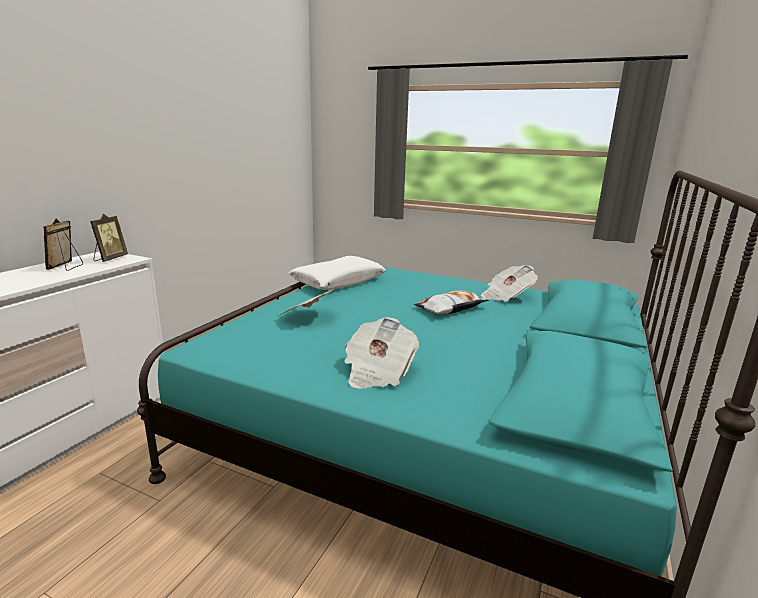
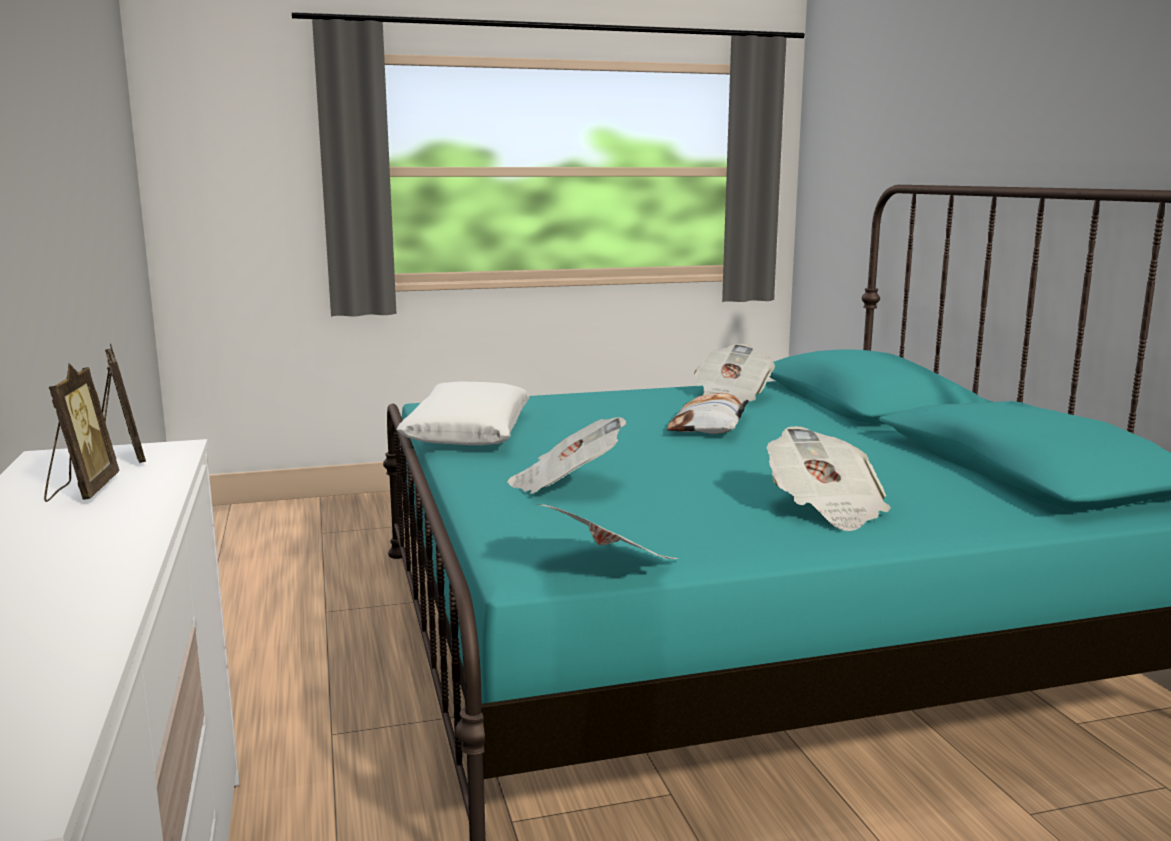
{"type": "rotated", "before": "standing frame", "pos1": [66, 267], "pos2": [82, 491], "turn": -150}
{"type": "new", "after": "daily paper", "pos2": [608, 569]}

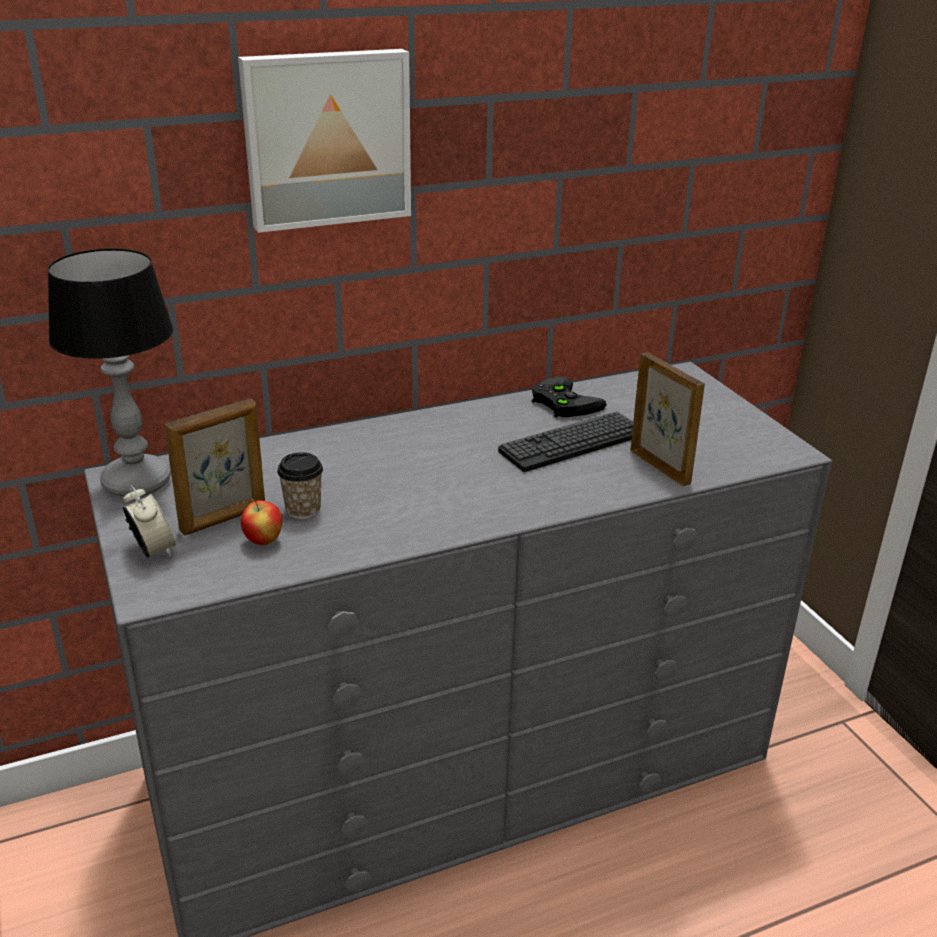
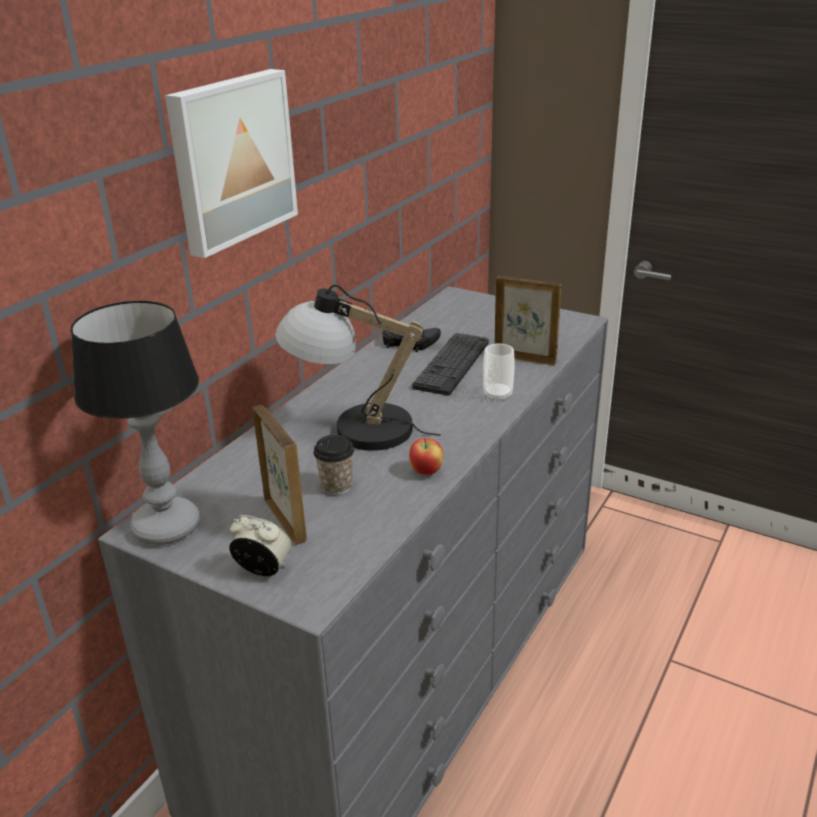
{"type": "rotated", "before": "standing frame", "pos1": [224, 519], "pos2": [285, 520], "turn": -45}
{"type": "shifted", "before": "apple fruit", "pos1": [263, 541], "pos2": [426, 472]}
{"type": "new", "after": "table lamp", "pos2": [353, 428]}
{"type": "new", "after": "small cup", "pos2": [497, 395]}

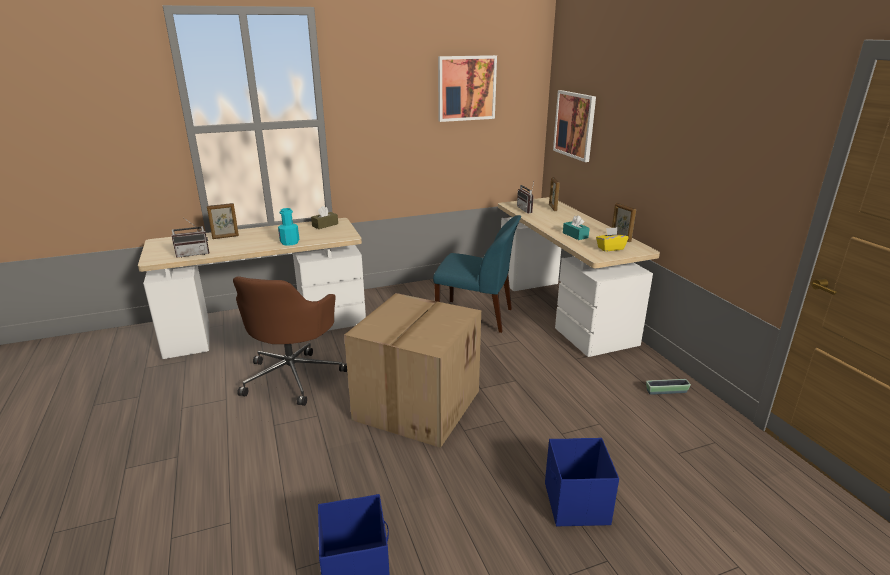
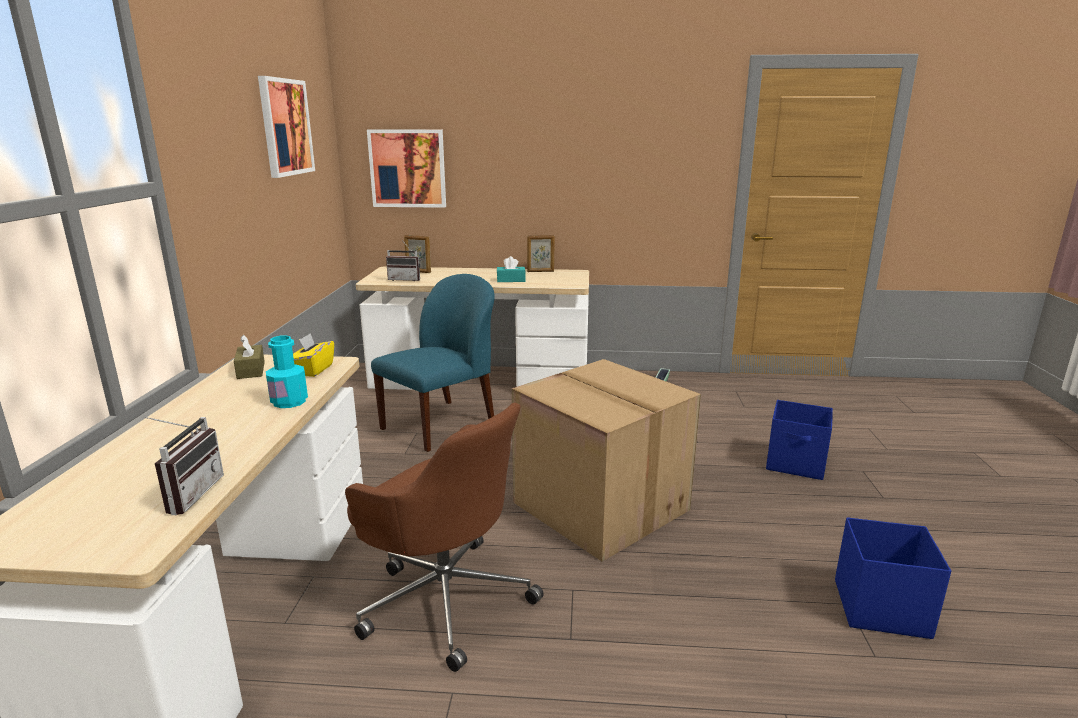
{"type": "gone", "before": "standing frame", "pos1": [225, 237]}
{"type": "shifted", "before": "yellow-coloured box of tissues", "pos1": [610, 248], "pos2": [313, 370]}

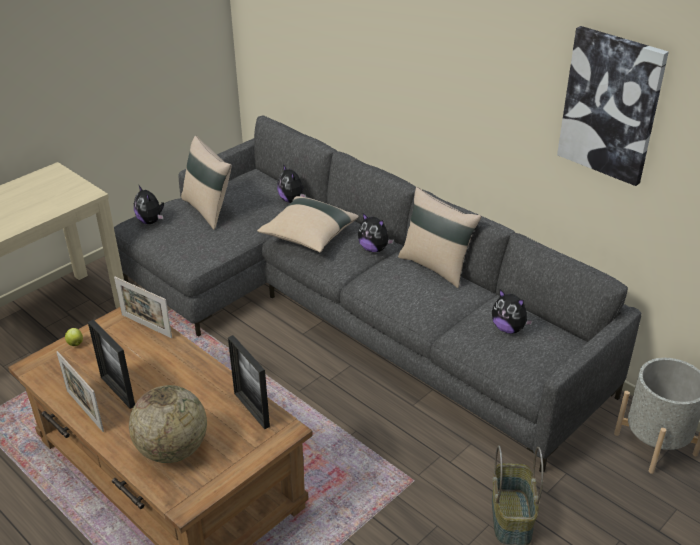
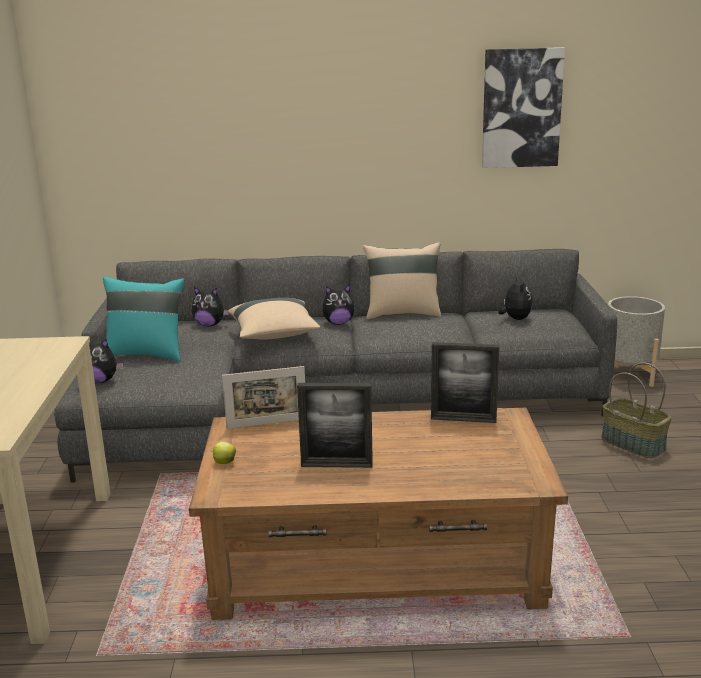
{"type": "gone", "before": "standing frame", "pos1": [85, 411]}
{"type": "gone", "before": "globe", "pos1": [173, 450]}
{"type": "repainted", "before": "beige-coloured pillow", "after": "turquoise pillow", "pos1": [209, 210], "pos2": [146, 354]}
{"type": "rotated", "before": "plush toy", "pos1": [508, 328], "pos2": [515, 319], "turn": -90}

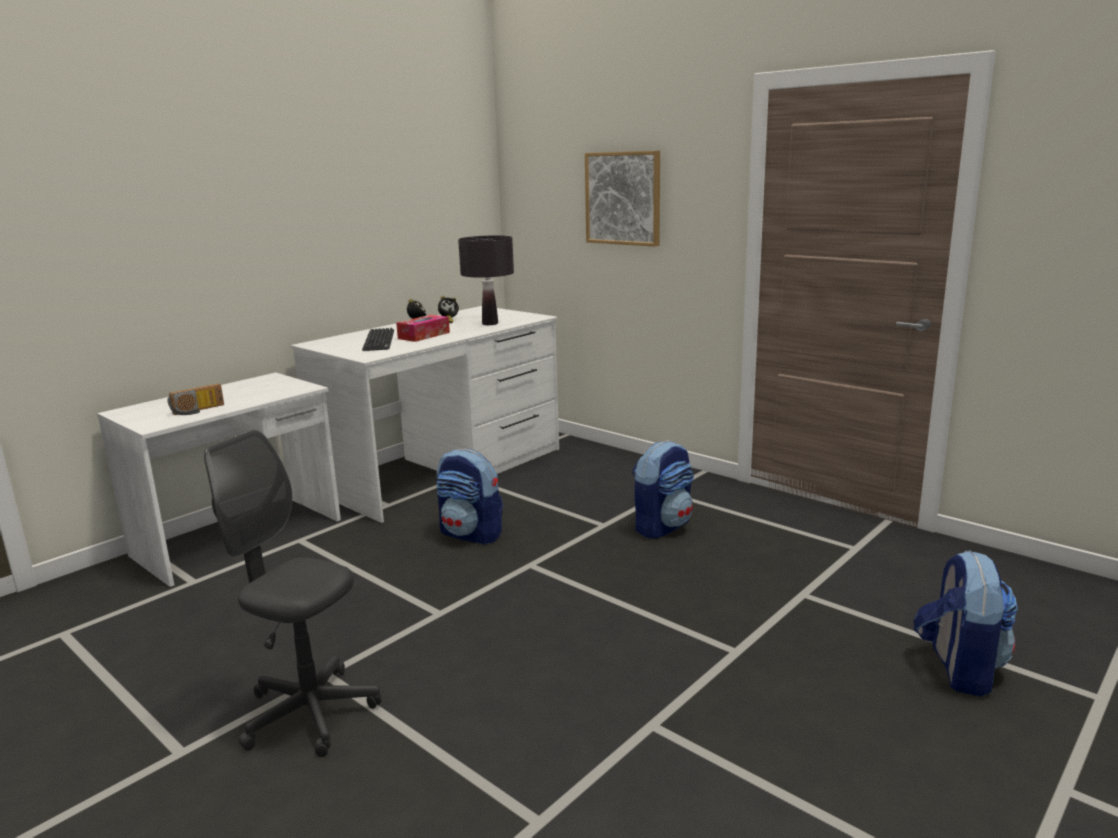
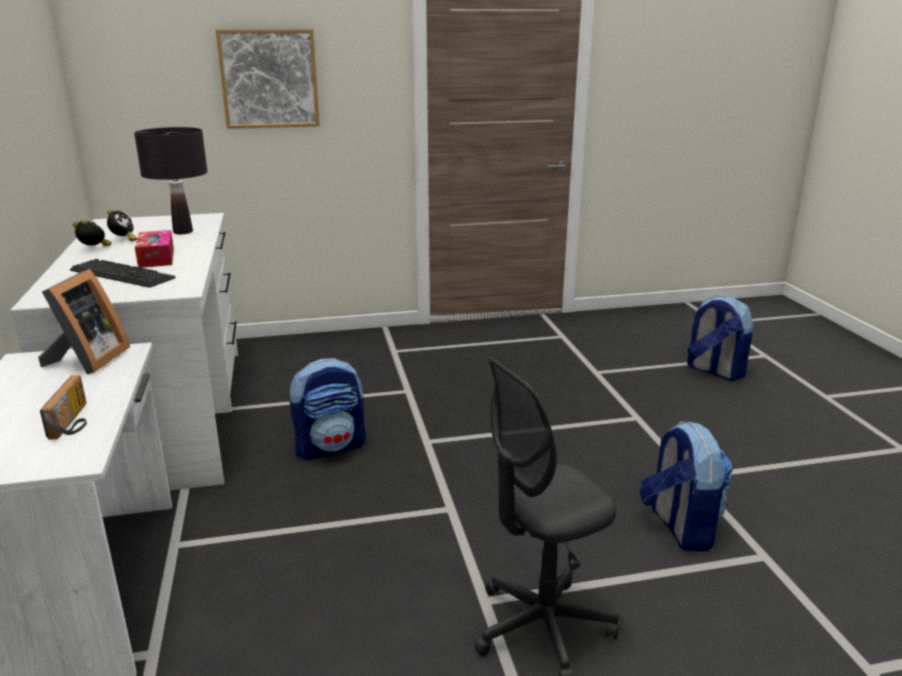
{"type": "shifted", "before": "rucksack", "pos1": [662, 526], "pos2": [679, 527]}
{"type": "new", "after": "standing frame", "pos2": [87, 361]}

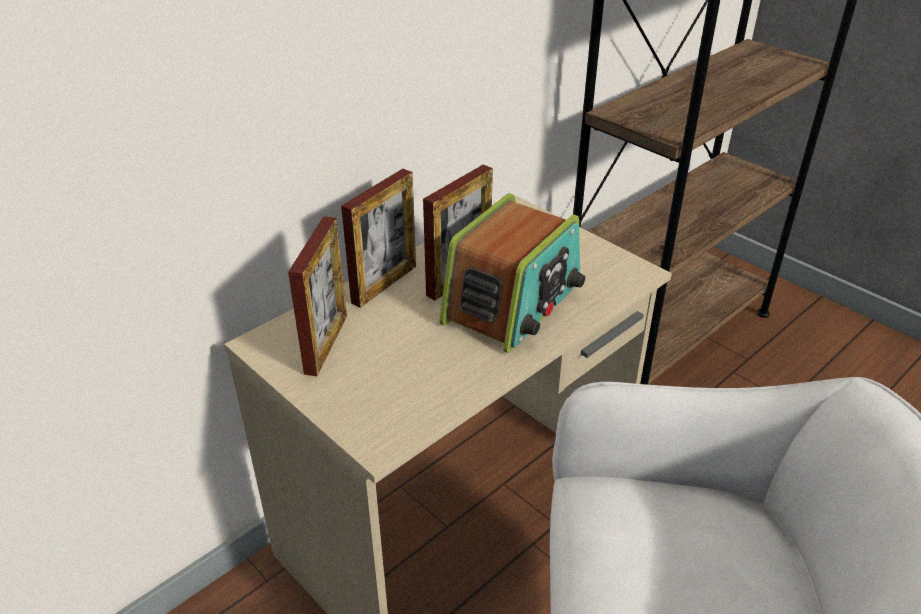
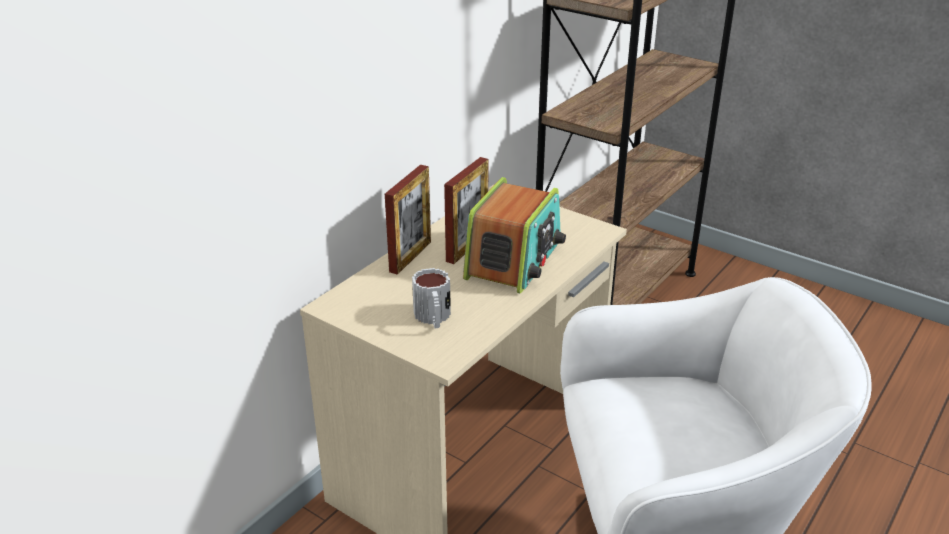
{"type": "gone", "before": "standing frame", "pos1": [326, 344]}
{"type": "new", "after": "coffee mug", "pos2": [433, 318]}

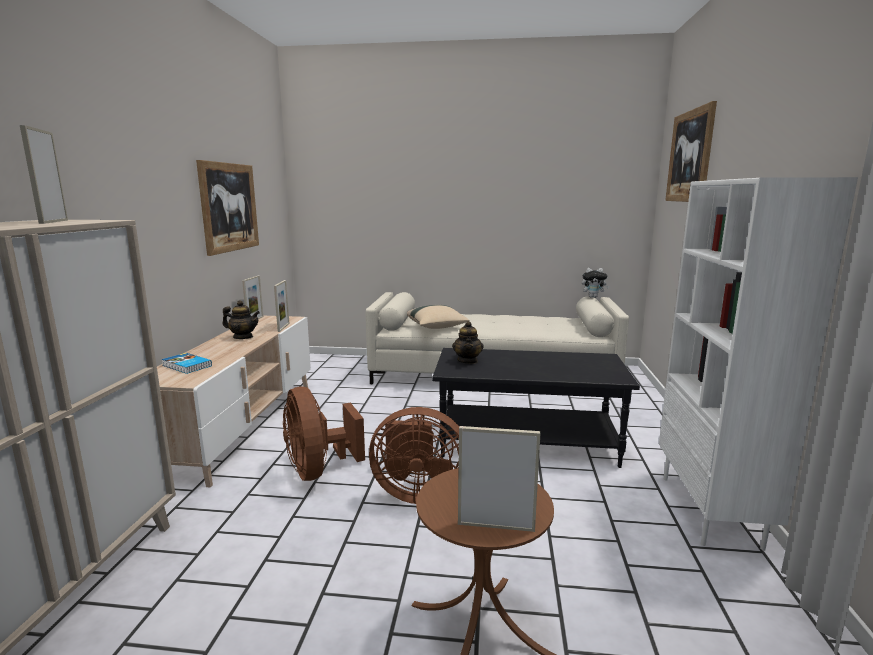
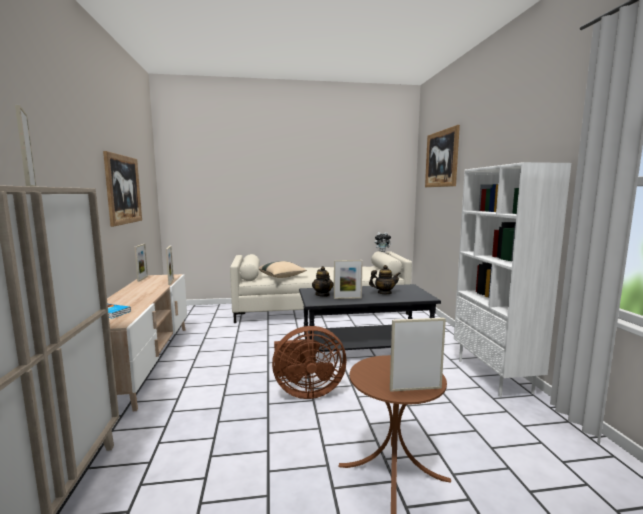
{"type": "shifted", "before": "teapot", "pos1": [243, 337], "pos2": [384, 293]}
{"type": "gone", "before": "brownish fan", "pos1": [318, 470]}
{"type": "new", "after": "standing frame", "pos2": [347, 298]}

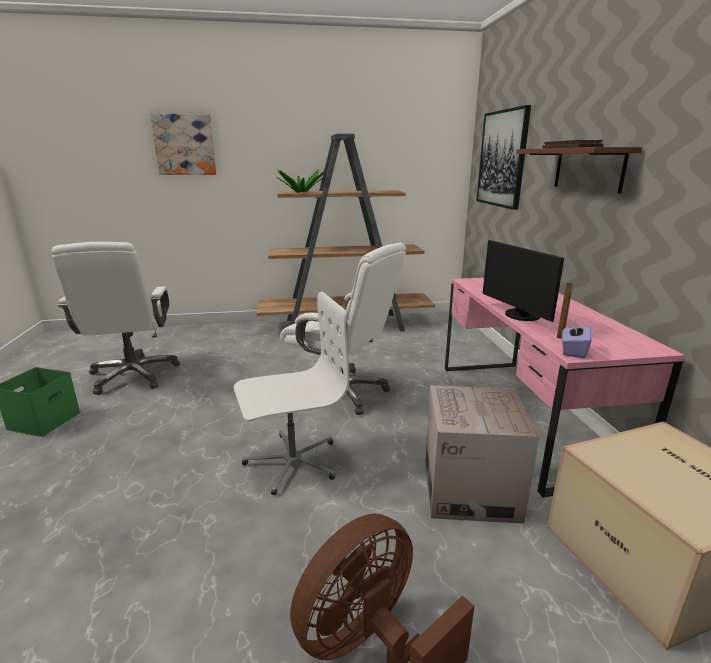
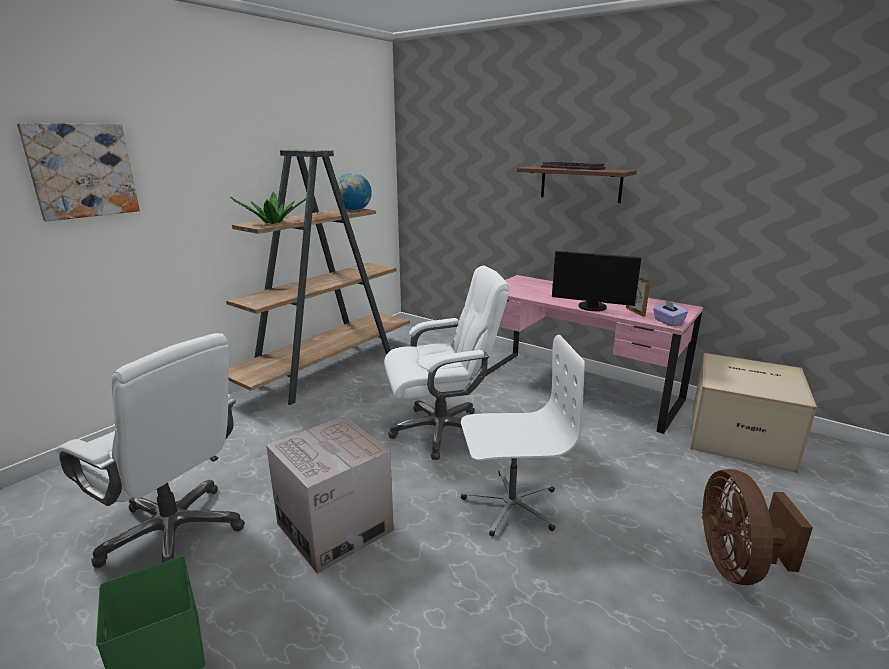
{"type": "rotated", "before": "white office chair", "pos1": [292, 462], "pos2": [510, 504], "turn": 60}
{"type": "shifted", "before": "carton", "pos1": [469, 489], "pos2": [335, 527]}
{"type": "gone", "before": "wall picture", "pos1": [502, 159]}
{"type": "new", "after": "globe", "pos2": [354, 210]}

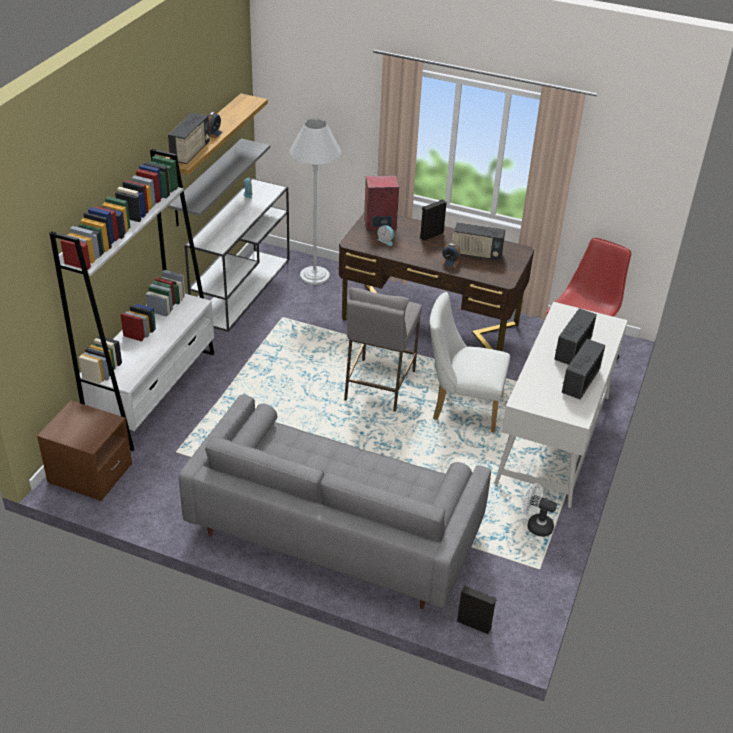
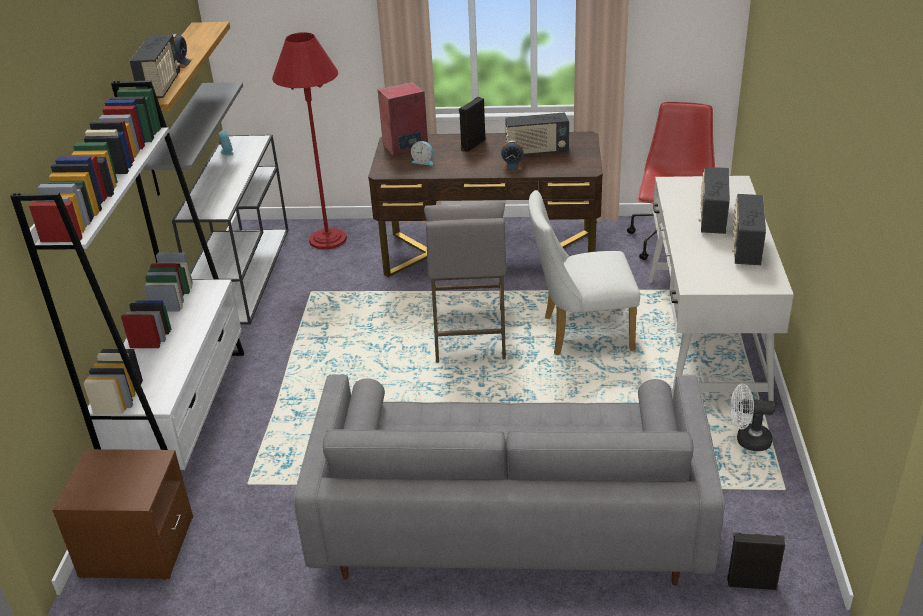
{"type": "repainted", "before": "white standard lamp", "after": "red-coloured standard lamp", "pos1": [314, 276], "pos2": [328, 239]}

